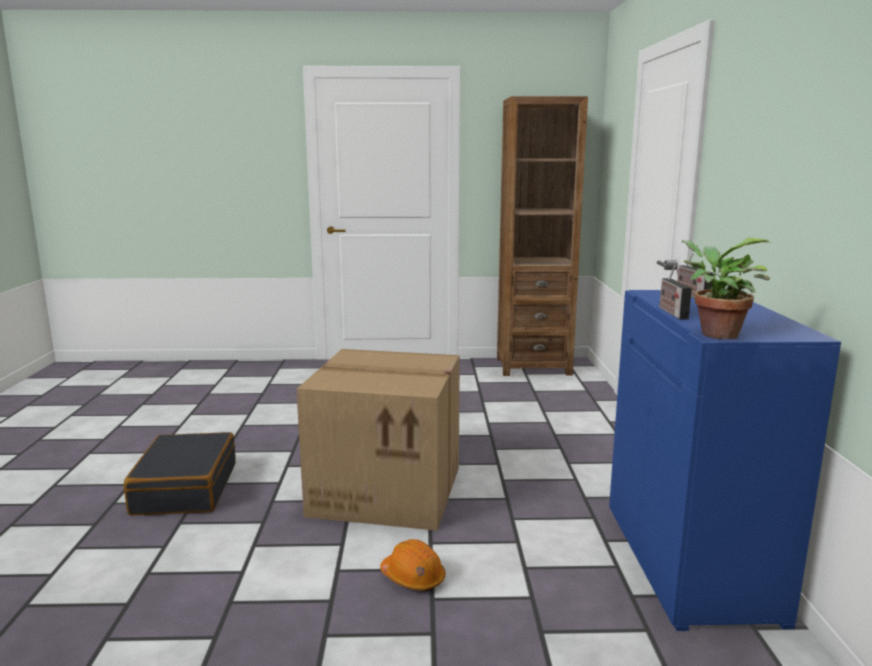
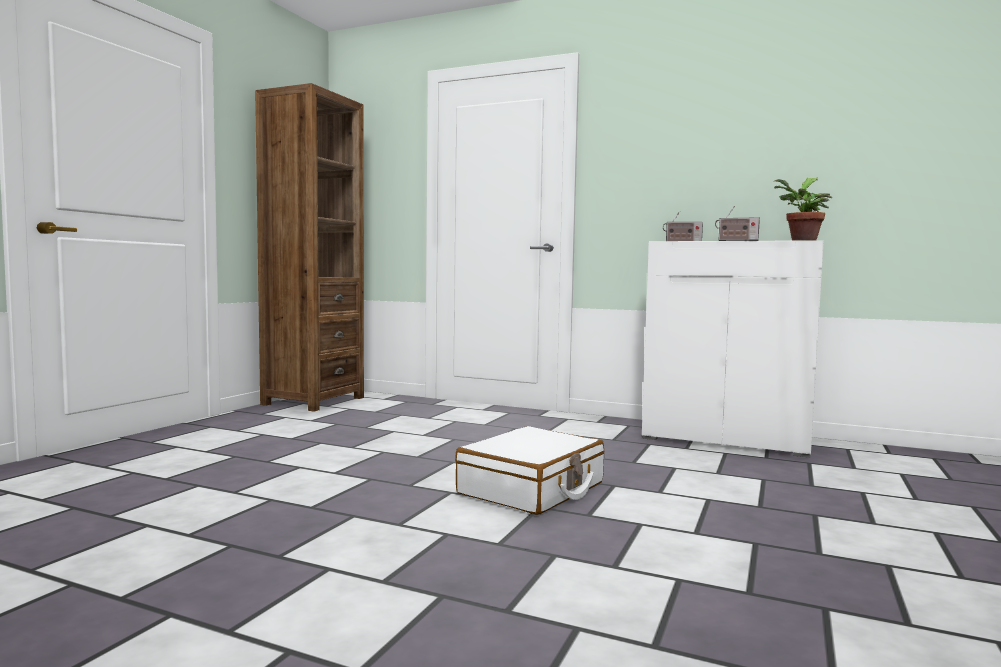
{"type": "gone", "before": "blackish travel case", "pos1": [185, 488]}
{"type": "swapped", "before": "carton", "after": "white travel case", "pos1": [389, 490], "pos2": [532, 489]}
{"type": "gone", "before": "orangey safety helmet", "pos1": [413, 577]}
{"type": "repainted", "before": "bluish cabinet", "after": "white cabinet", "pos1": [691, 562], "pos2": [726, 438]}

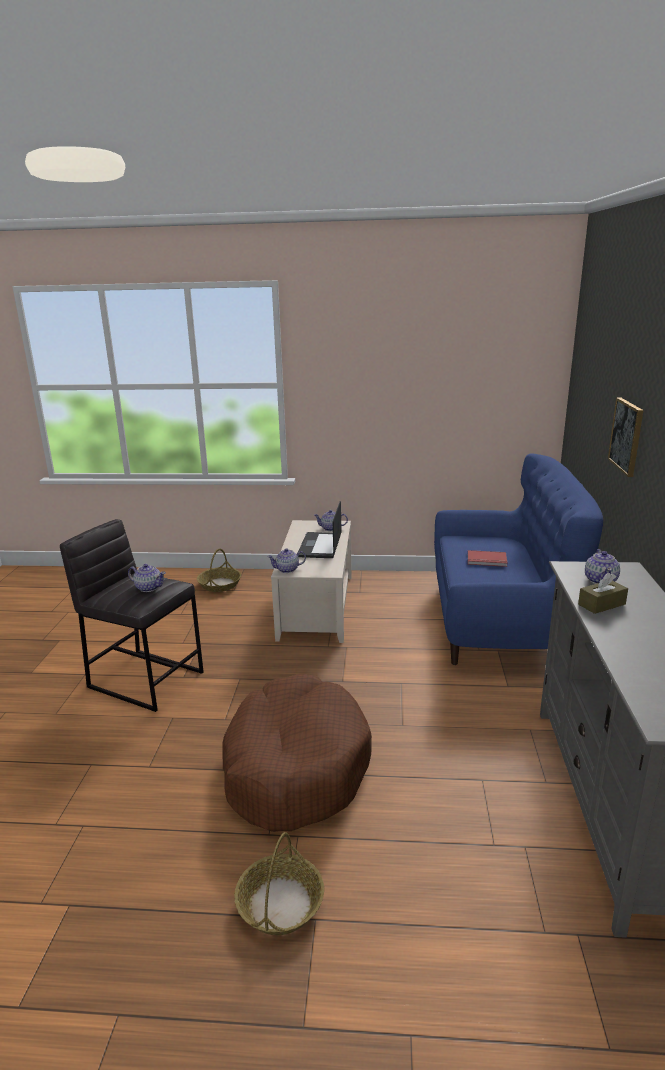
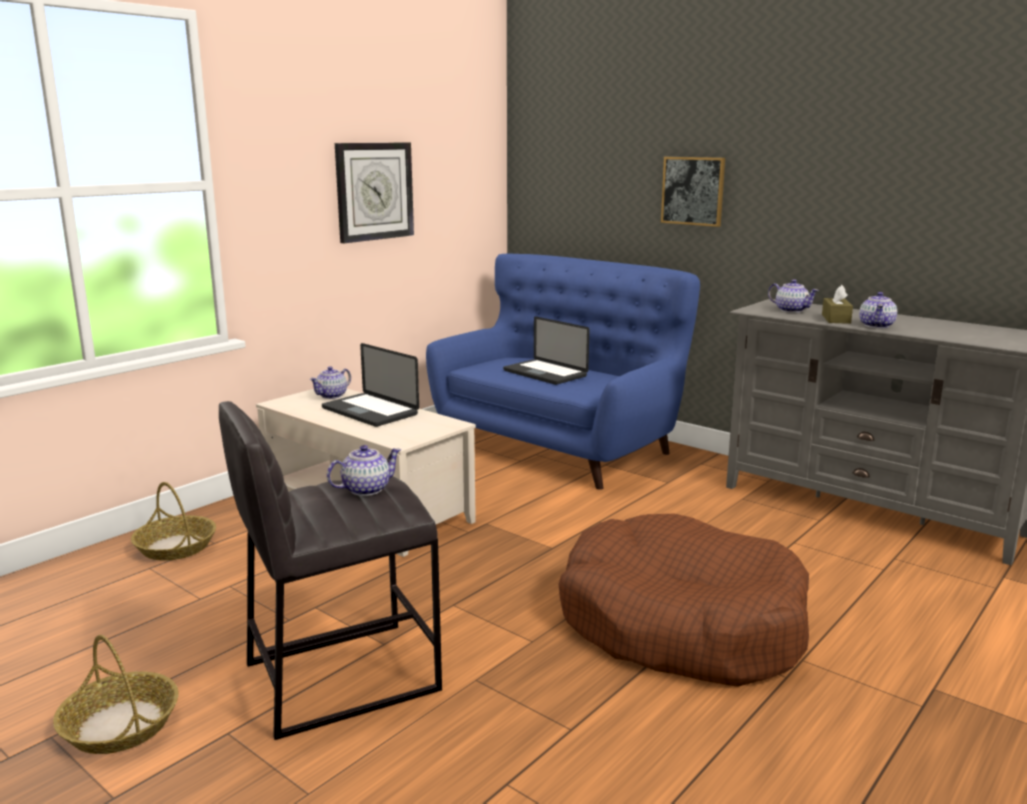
{"type": "shifted", "before": "basket", "pos1": [280, 903], "pos2": [119, 725]}
{"type": "shifted", "before": "teapot", "pos1": [287, 569], "pos2": [877, 325]}
{"type": "swapped", "before": "red-coloured book", "after": "notebook computer", "pos1": [487, 560], "pos2": [545, 373]}
{"type": "new", "after": "wall clock", "pos2": [374, 191]}

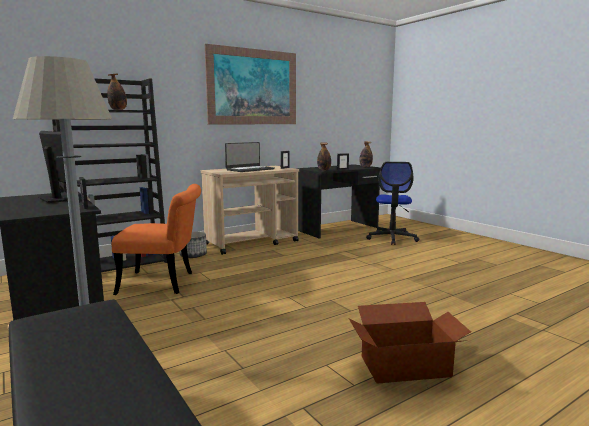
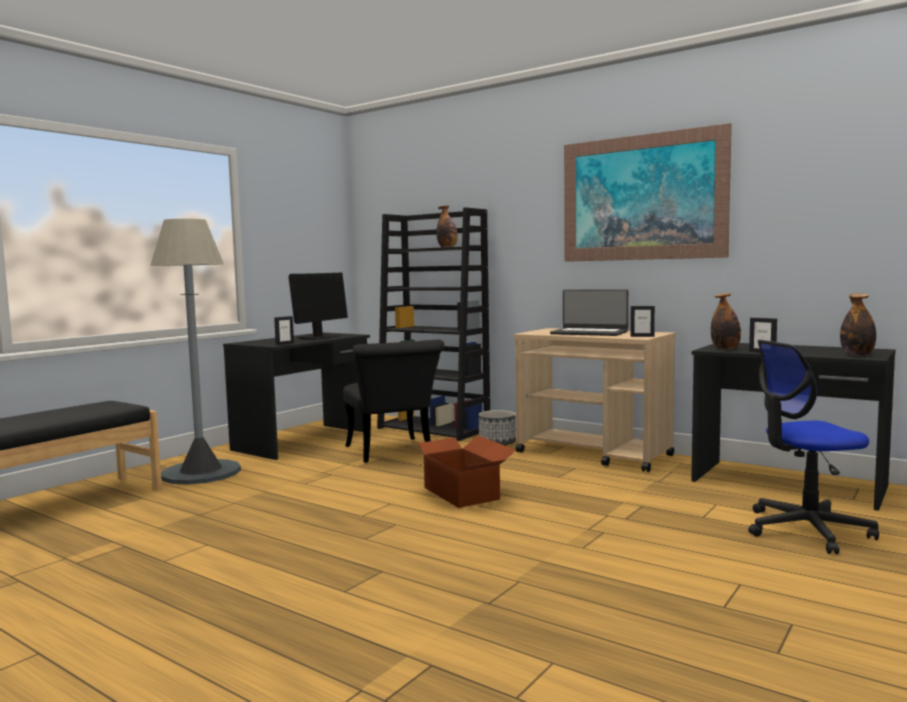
{"type": "repainted", "before": "orangey plain chair", "after": "blackish plain chair", "pos1": [164, 283], "pos2": [392, 453]}
{"type": "shifted", "before": "carton", "pos1": [404, 366], "pos2": [461, 493]}

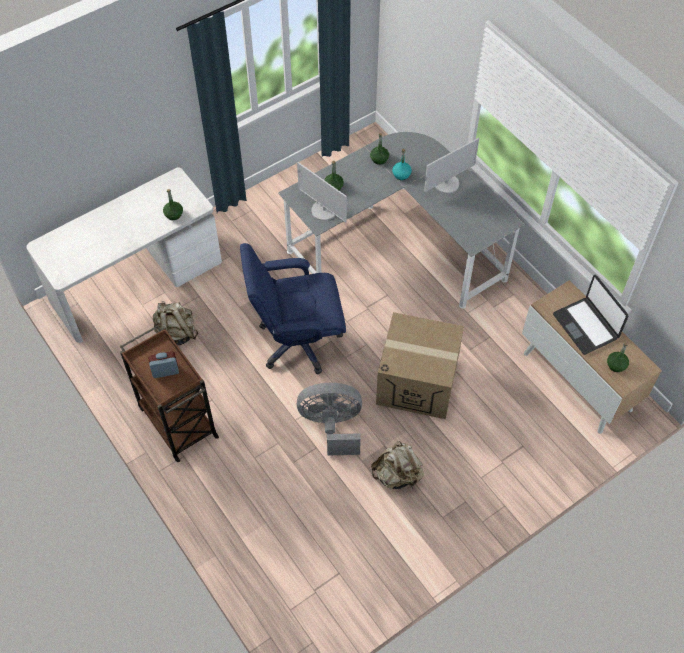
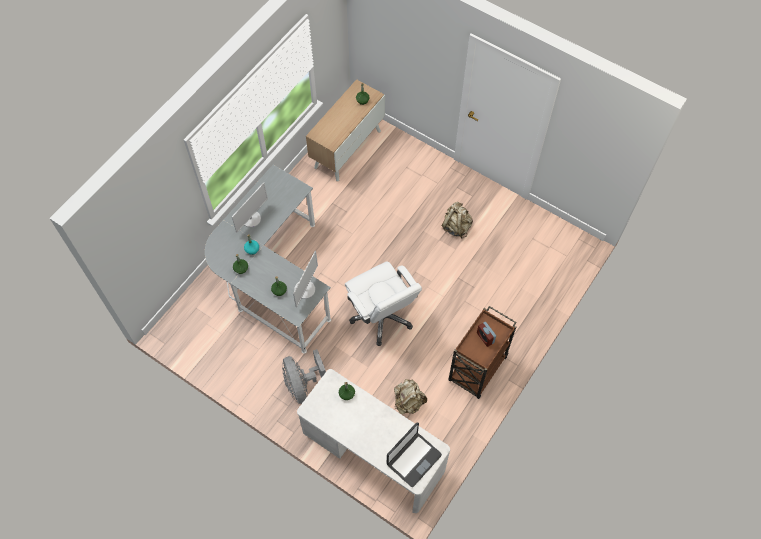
{"type": "repainted", "before": "bluish office chair", "after": "white office chair", "pos1": [298, 341], "pos2": [382, 316]}
{"type": "shifted", "before": "grey fan", "pos1": [332, 426], "pos2": [302, 384]}
{"type": "gone", "before": "carton", "pos1": [417, 381]}
{"type": "rotated", "before": "monitor", "pos1": [446, 183], "pos2": [251, 218], "turn": 90}
{"type": "shifted", "before": "notebook computer", "pos1": [586, 326], "pos2": [413, 459]}

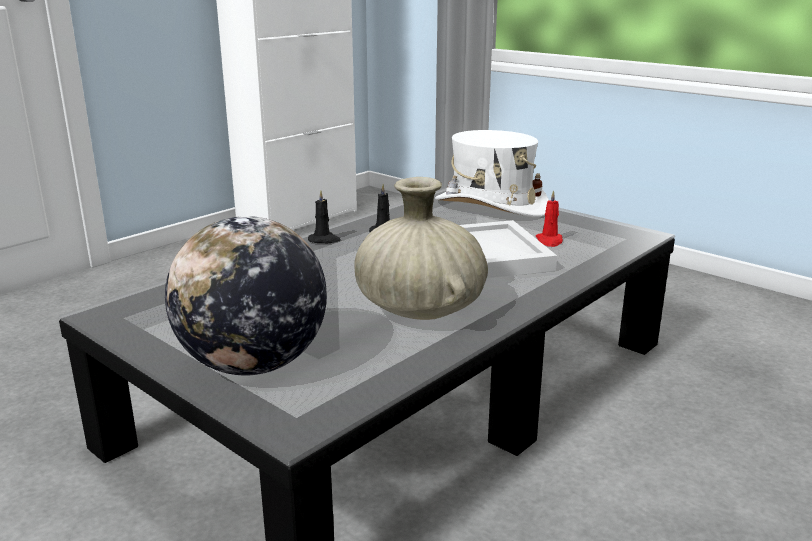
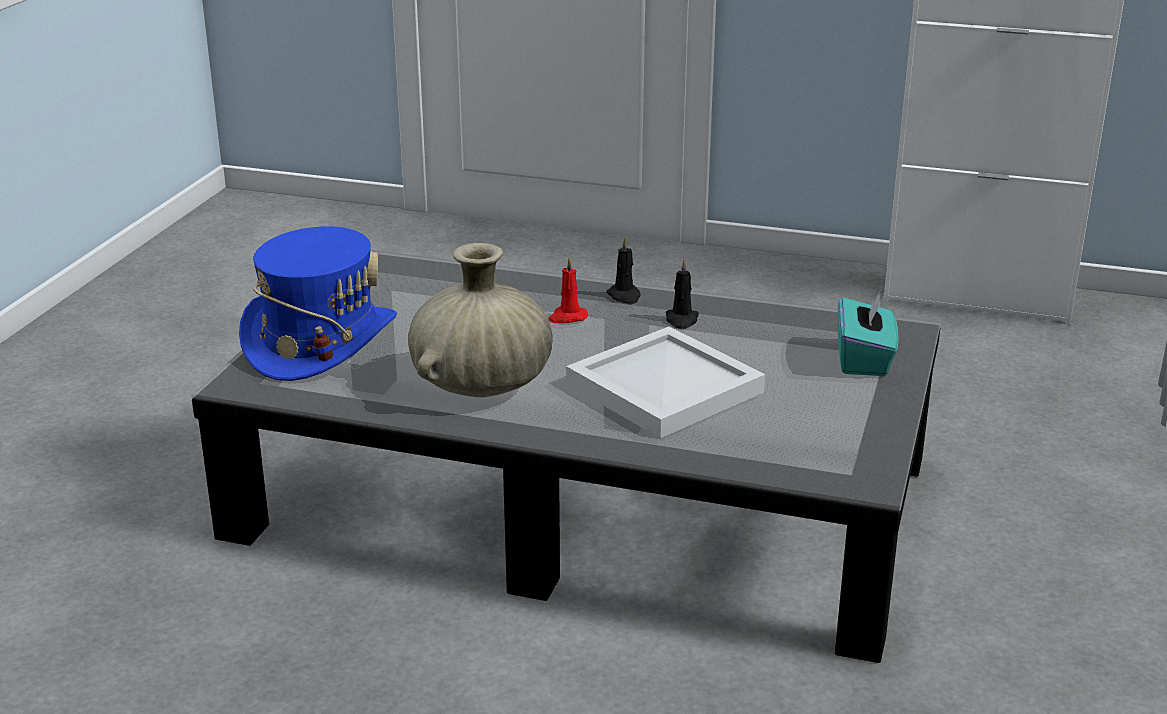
{"type": "swapped", "before": "globe", "after": "bluish hat", "pos1": [253, 365], "pos2": [320, 342]}
{"type": "swapped", "before": "white hat", "after": "turquoise box of tissues", "pos1": [491, 205], "pos2": [864, 360]}
{"type": "shifted", "before": "red-coloured wax candle", "pos1": [549, 241], "pos2": [567, 317]}

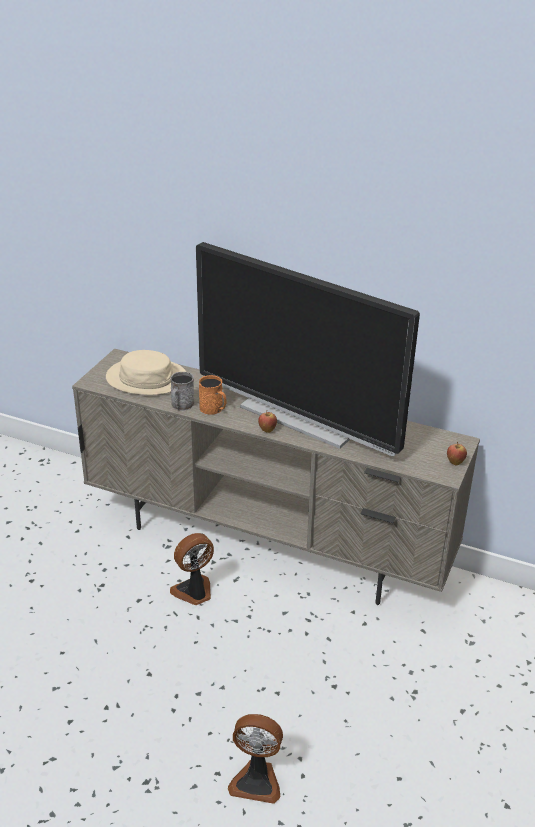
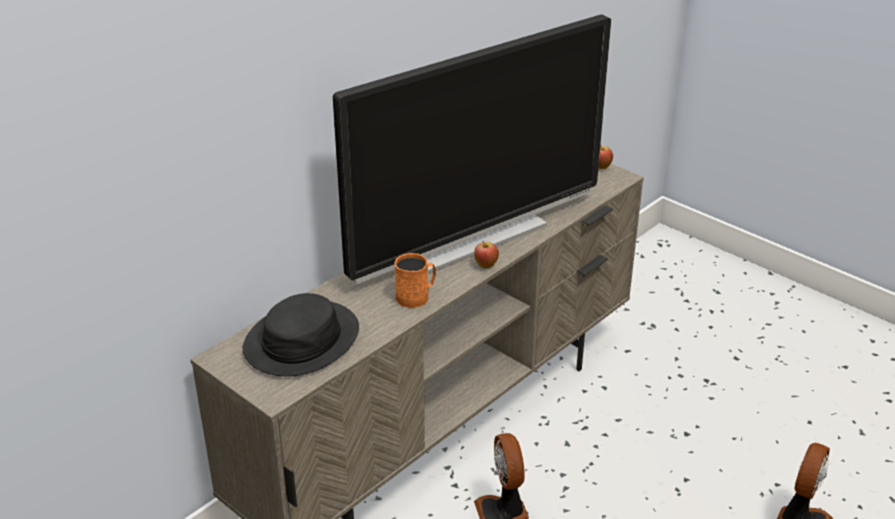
{"type": "repainted", "before": "beige-coloured hat", "after": "blackish hat", "pos1": [146, 378], "pos2": [301, 340]}
{"type": "gone", "before": "grey coffee mug", "pos1": [181, 406]}

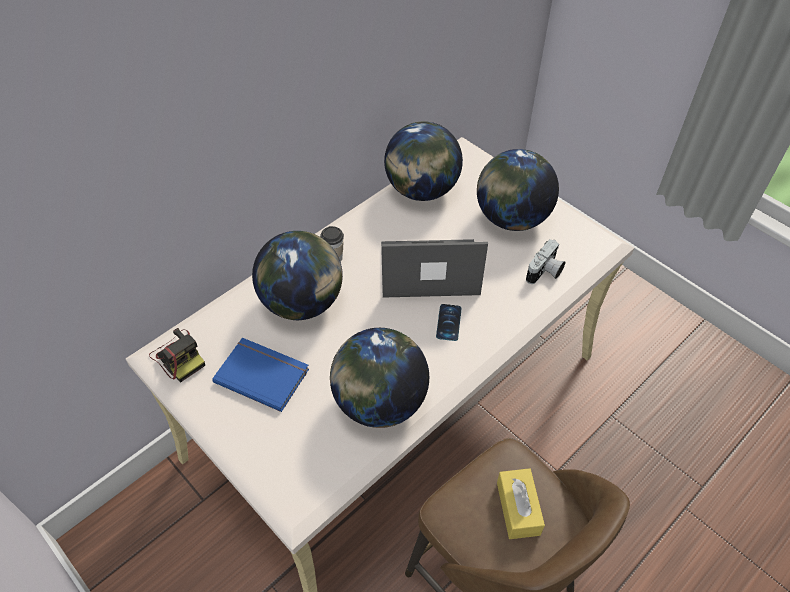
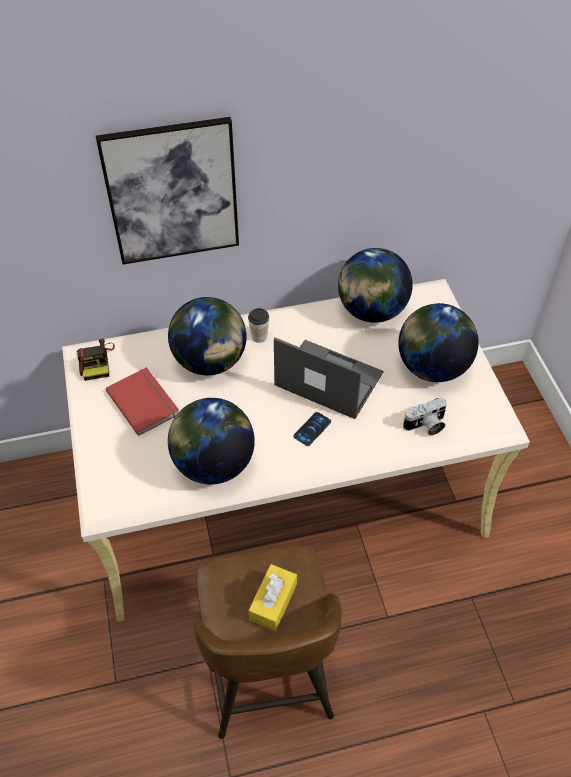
{"type": "repainted", "before": "bluish book", "after": "red-coloured book", "pos1": [262, 374], "pos2": [144, 401]}
{"type": "new", "after": "wall picture", "pos2": [172, 192]}

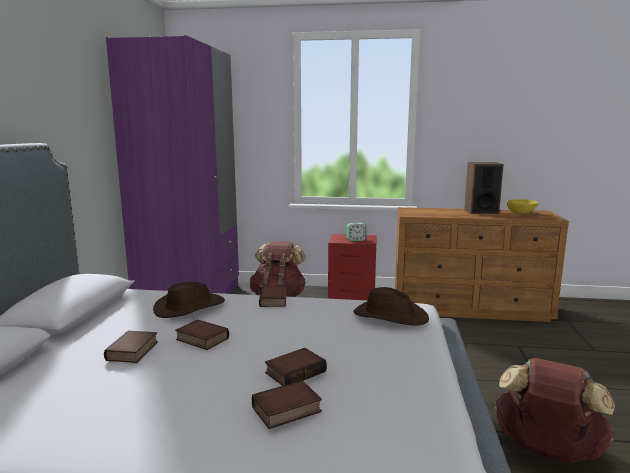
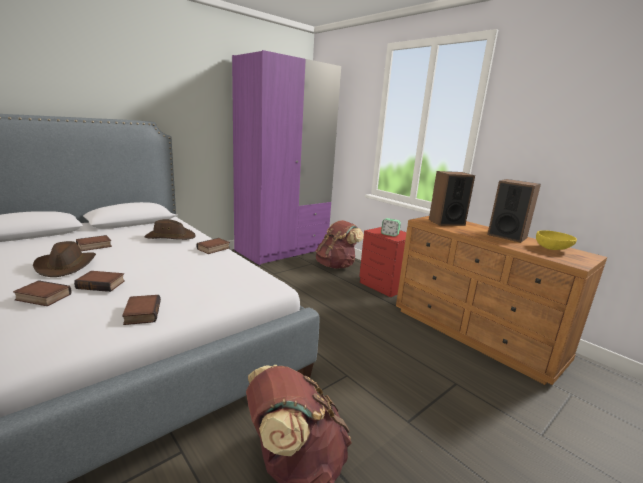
{"type": "shifted", "before": "book", "pos1": [200, 339], "pos2": [141, 313]}
{"type": "shifted", "before": "brownish hat", "pos1": [390, 316], "pos2": [66, 266]}
{"type": "new", "after": "loudspeaker", "pos2": [446, 222]}

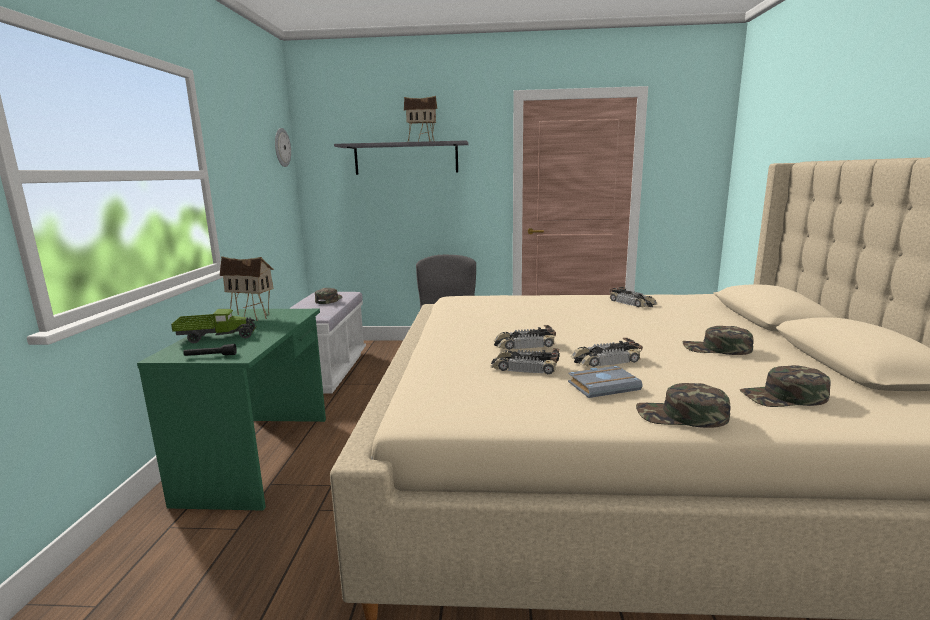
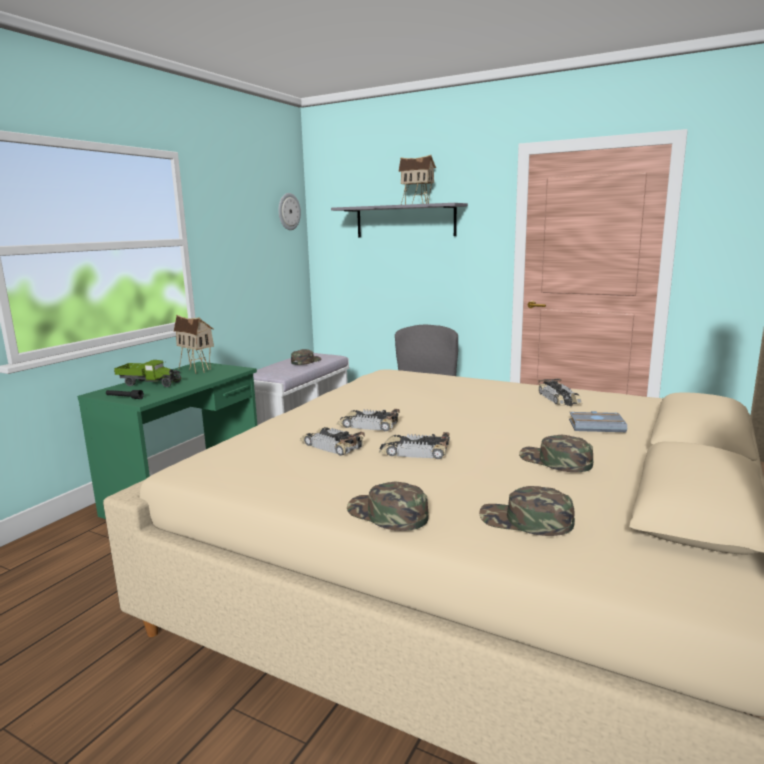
{"type": "shifted", "before": "grey book", "pos1": [603, 386], "pos2": [597, 426]}

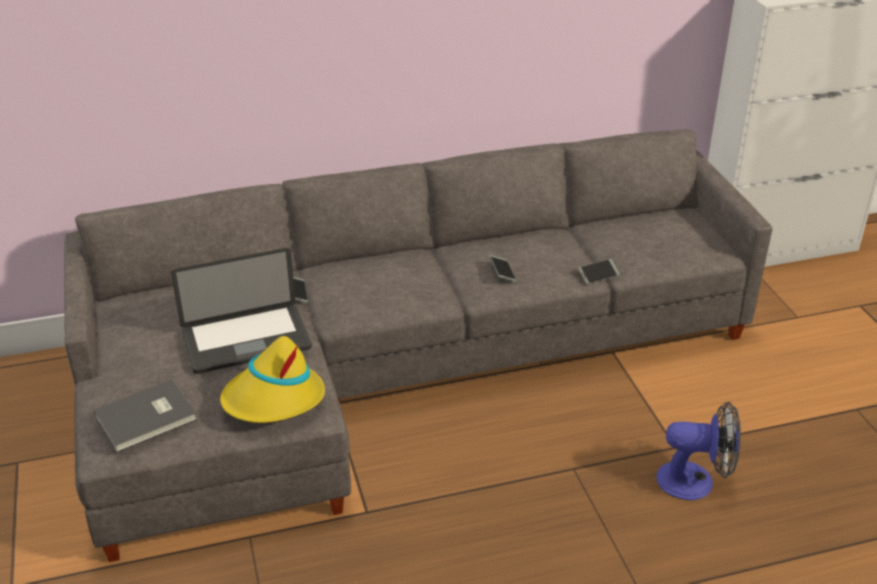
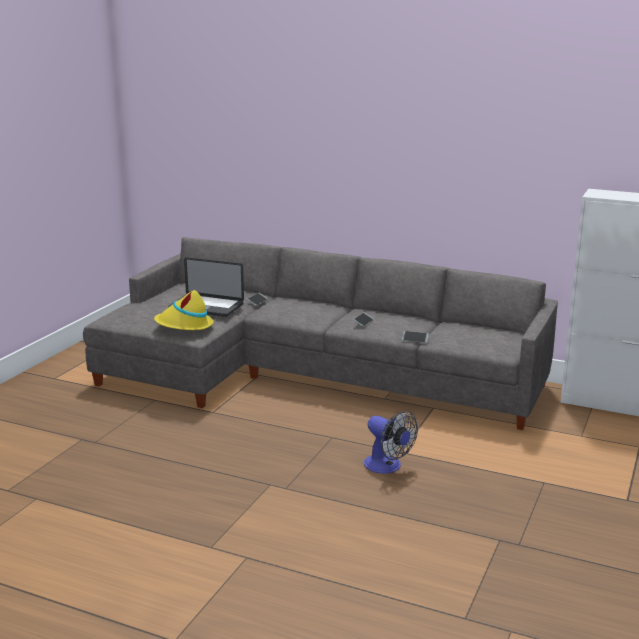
{"type": "gone", "before": "grey book", "pos1": [148, 418]}

